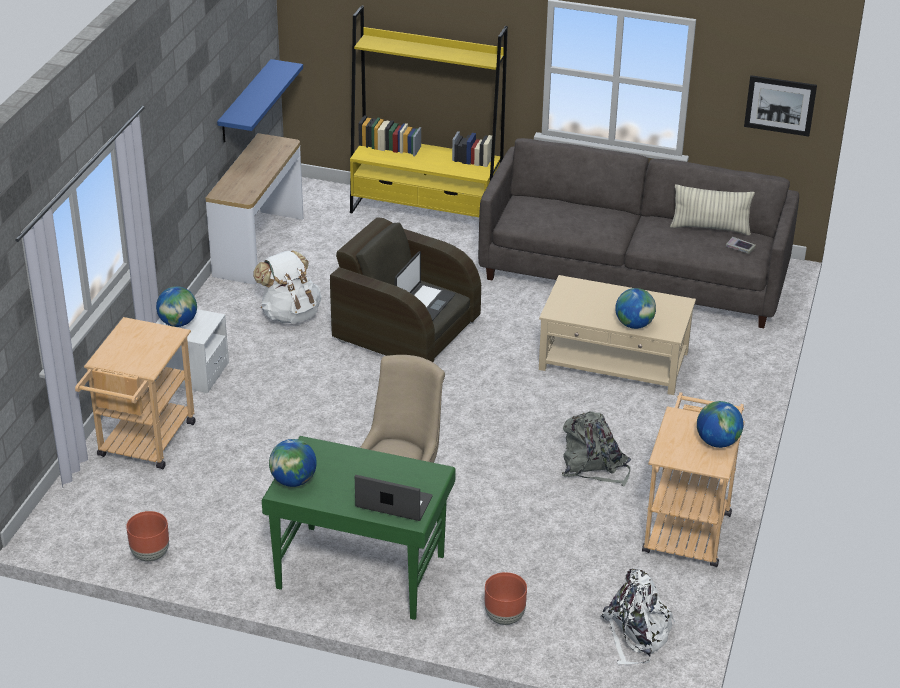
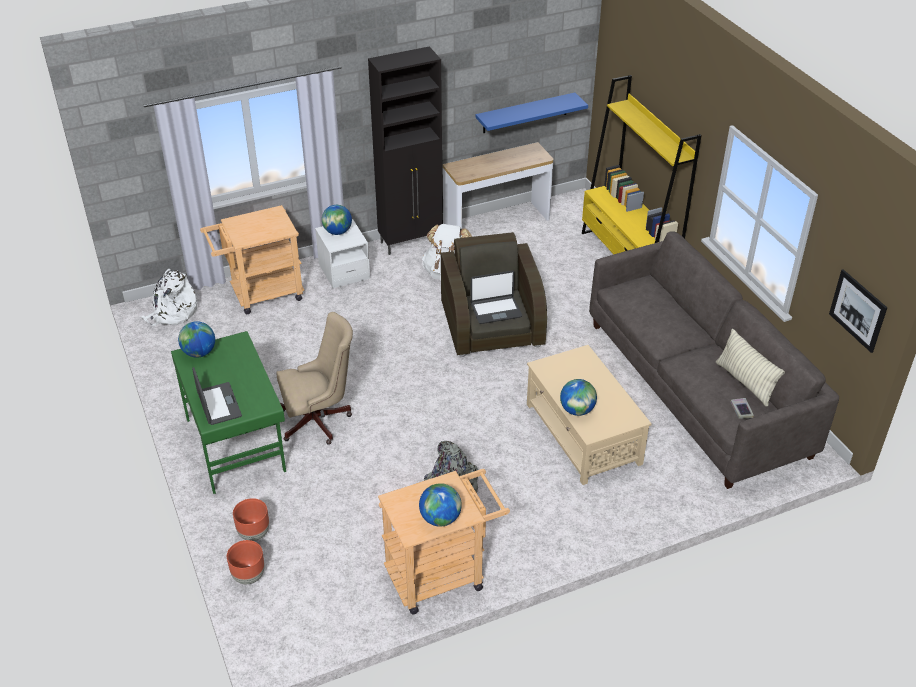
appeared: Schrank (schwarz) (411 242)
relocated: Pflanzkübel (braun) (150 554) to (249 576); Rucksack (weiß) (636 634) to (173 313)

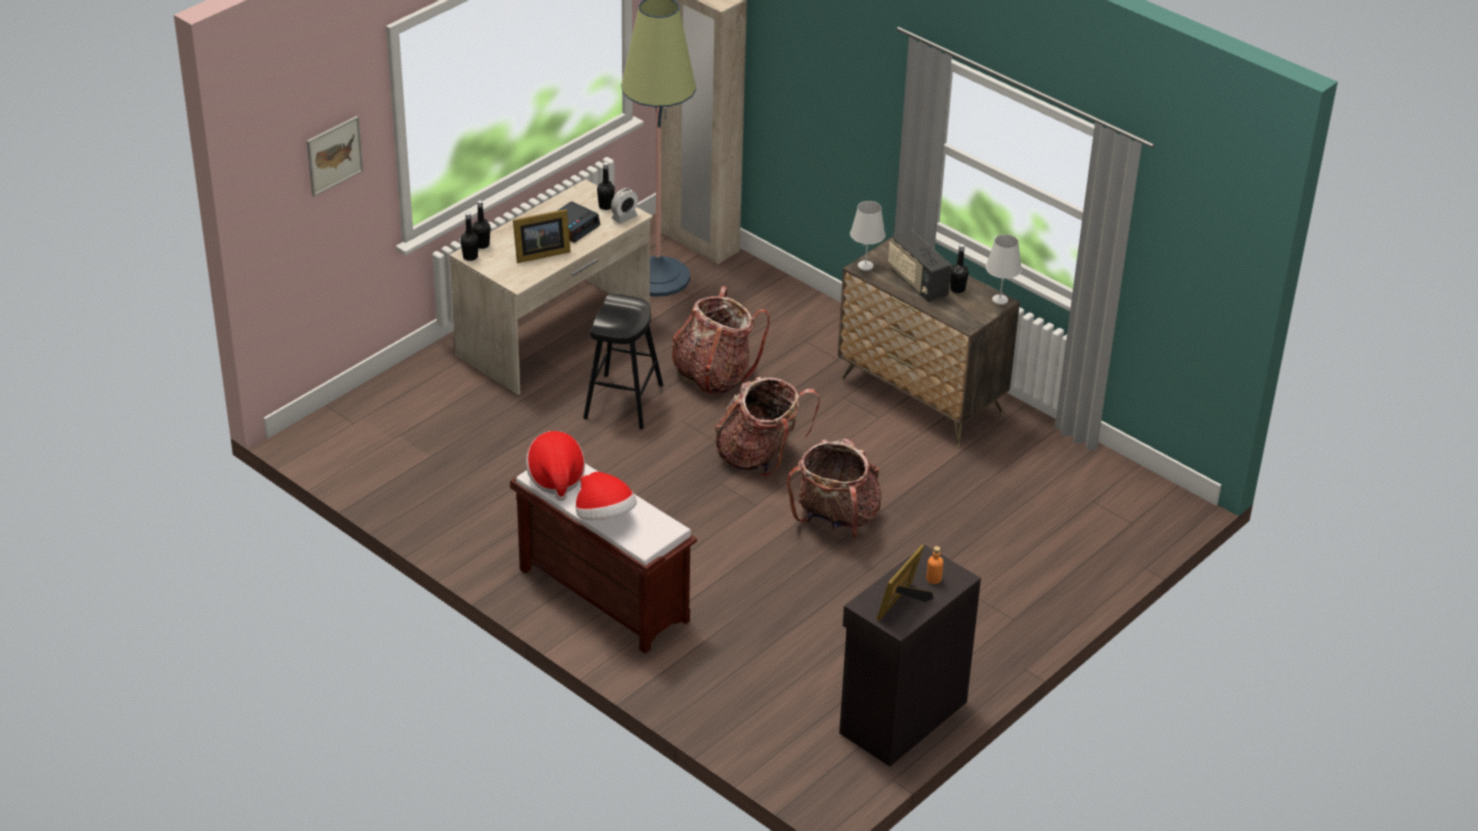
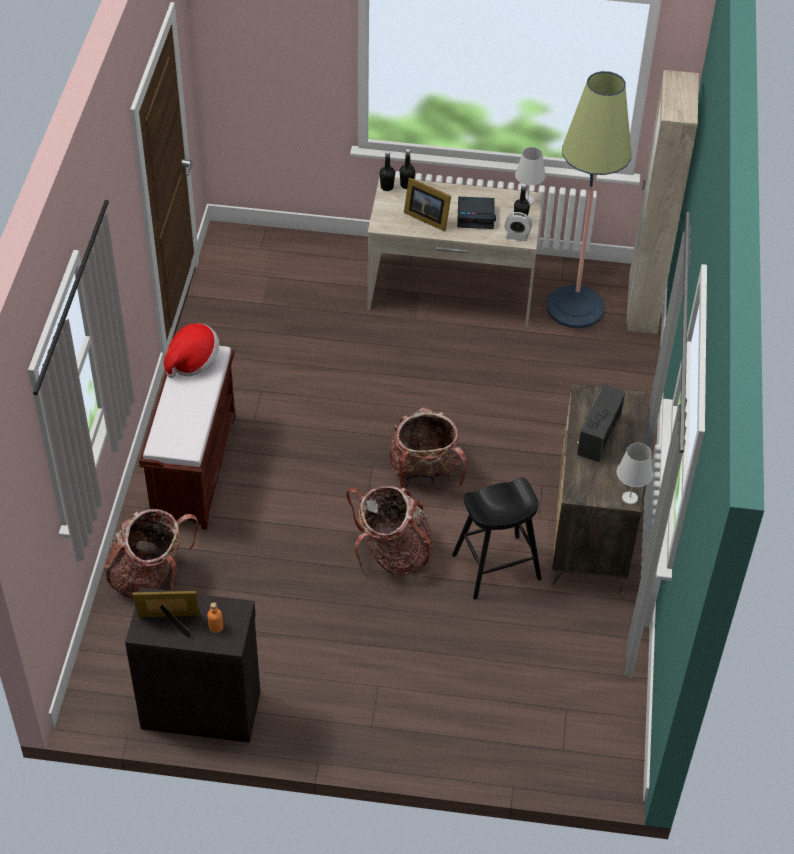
missing: Bild (334 155); Flasche (schwarz) (957 289); Hut (604 517)
relocated: Tischlampe (weiß) (865 265) to (527 200); Rucksack (714 375) to (150 576); Hocker (schwarz) (623 401) to (496 567)

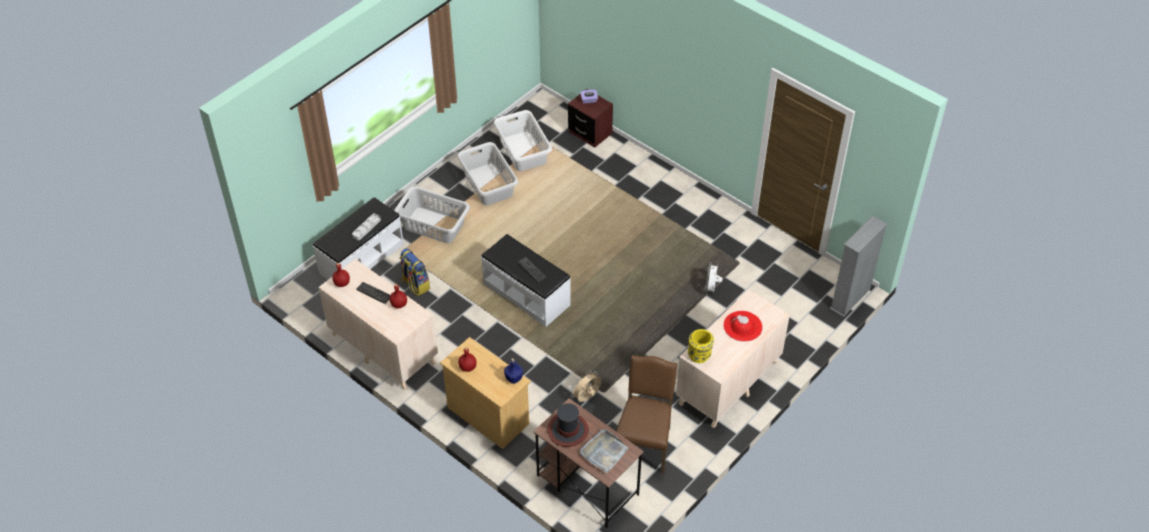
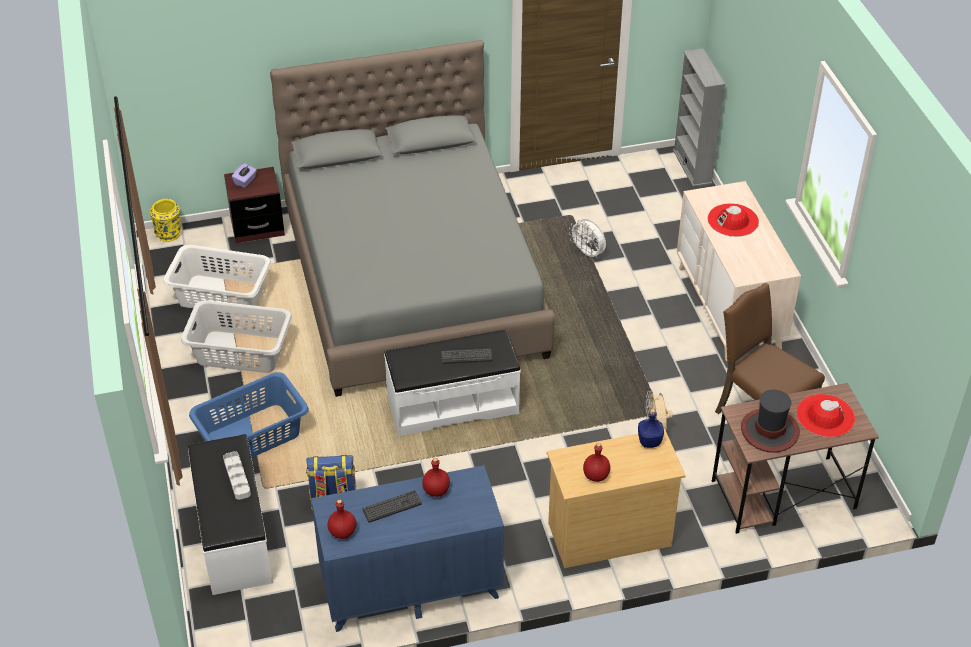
appeared: Bett (grau) (413 281)
relocated: Vase (gelb) (699 355) to (169 234)
exchanged: Tablett (grau) (604 452) to Hut (rot) (825 416)
colour: Wäschekorb (grau) (433 225) to Wäschekorb (blau) (252 435); Kommode (beige) (383 348) to Kommode (blau) (410 587)

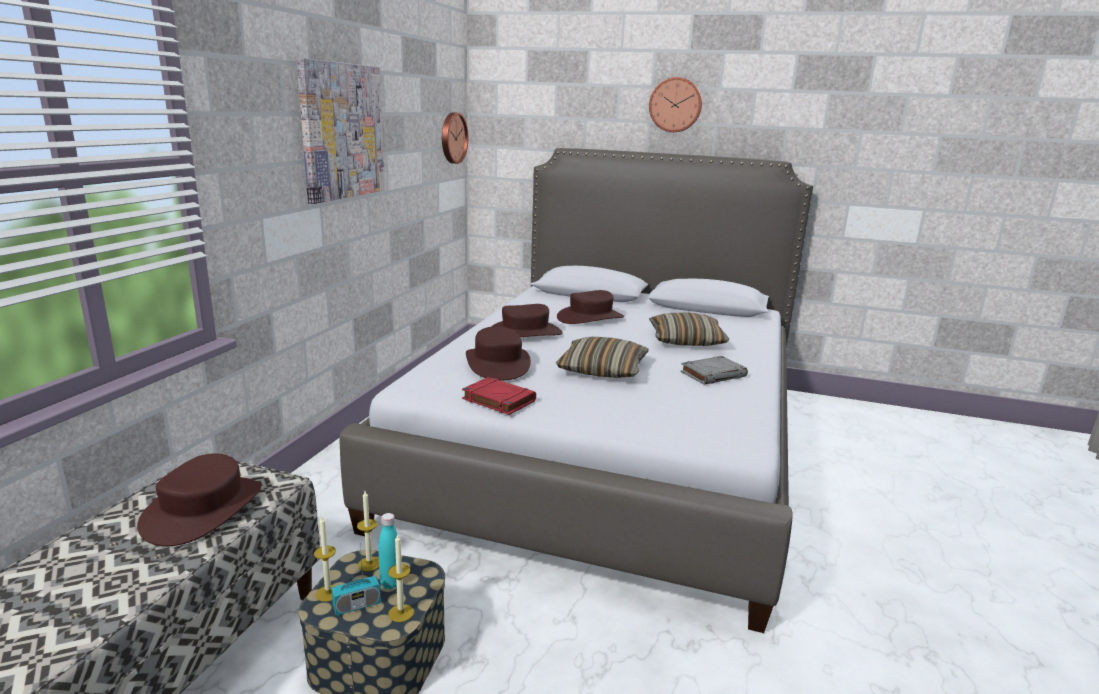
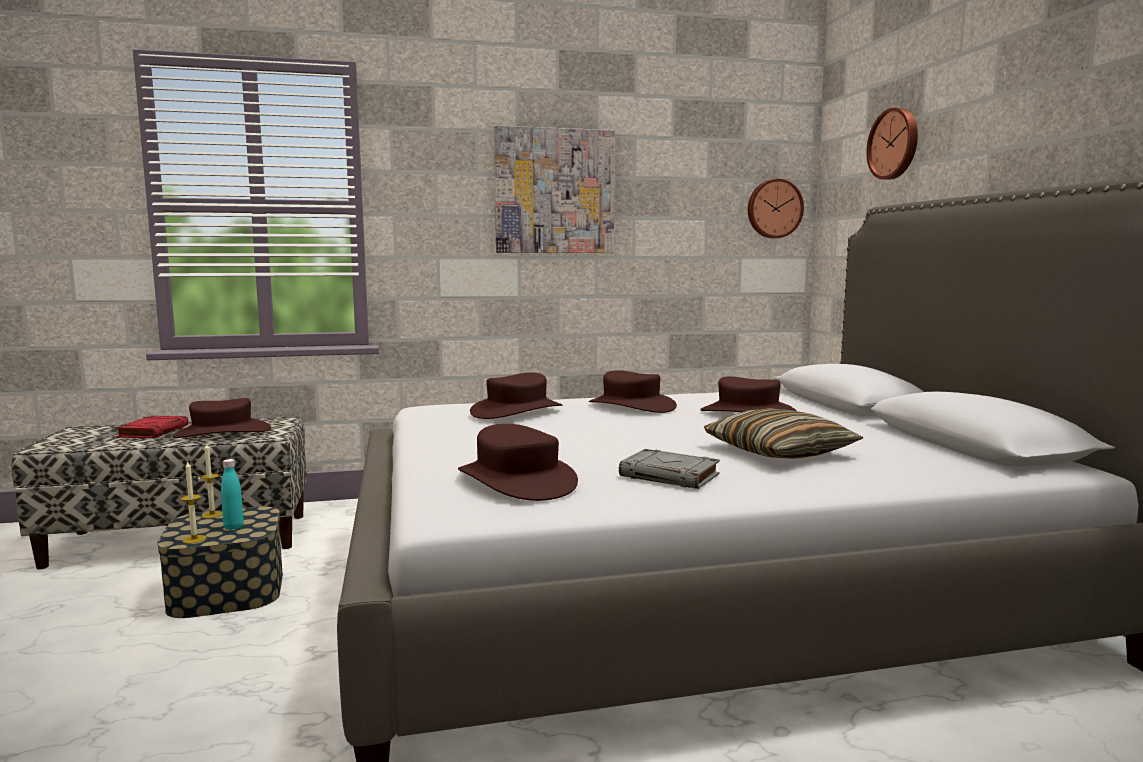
missing: Kissen (602 369); Kerze (369 564); Radio (357 605)
appeared: Hut (braun) (517 480)
relocated: Wanduhr (675 105) to (894 144); Buch (rot) (498 400) to (153 431)

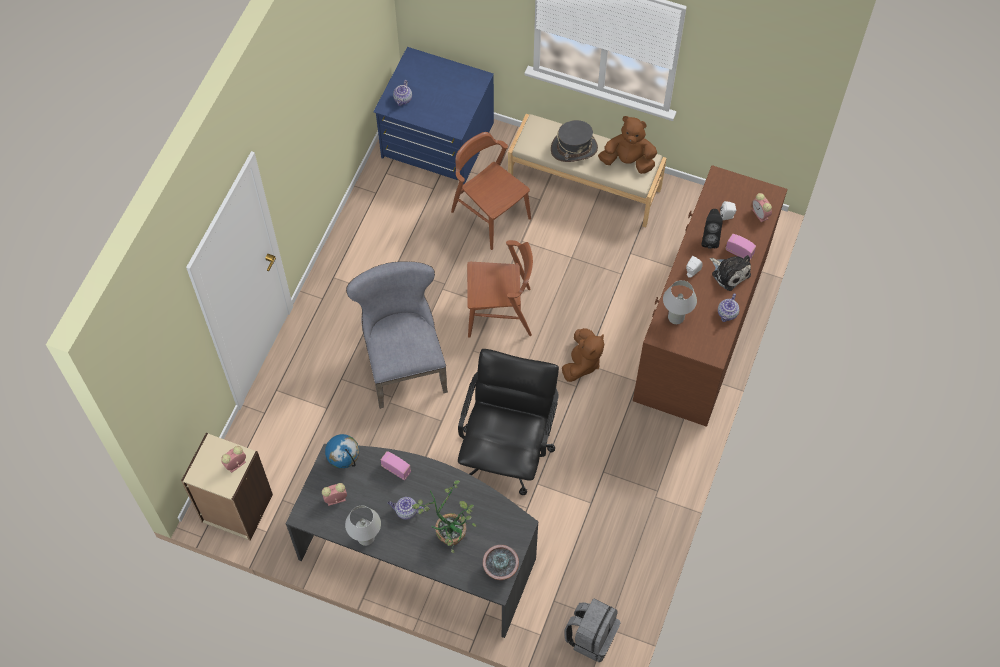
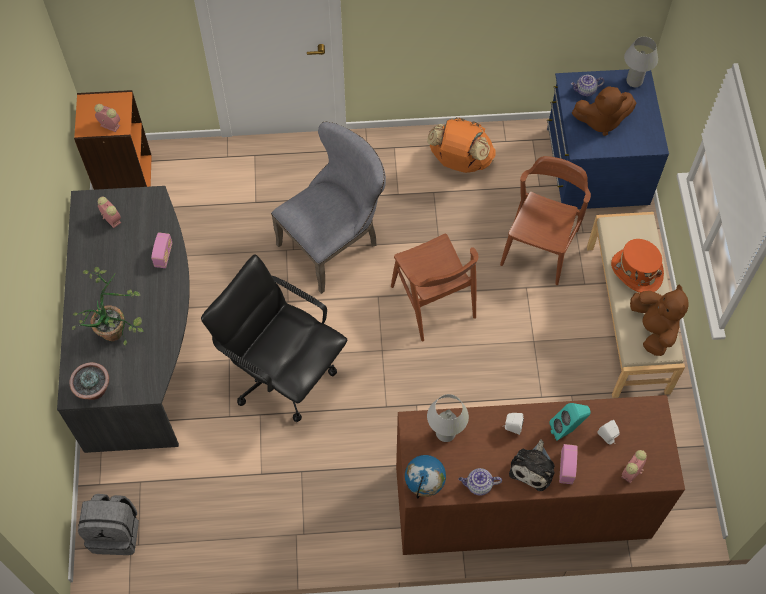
missing: Teekanne (406 511)
appeared: Rucksack (orange) (460 161)
relocated: Plüschtier (braun) (582 363) to (601 120); Globus (344 461) to (424 486); Tischlampe (weiß) (366 537) to (634 81)
colour: Hut (grau) (574 148) to Hut (orange) (636 271); Lautsprecher (schwarz) (709 238) to Lautsprecher (türkis) (567 429); Bücherregal (beige) (236 509) to Bücherregal (orange) (124 178)
spun: Bürostuhl (schwarz) (507 451) = (282 372) 135 degrees counterclockwise

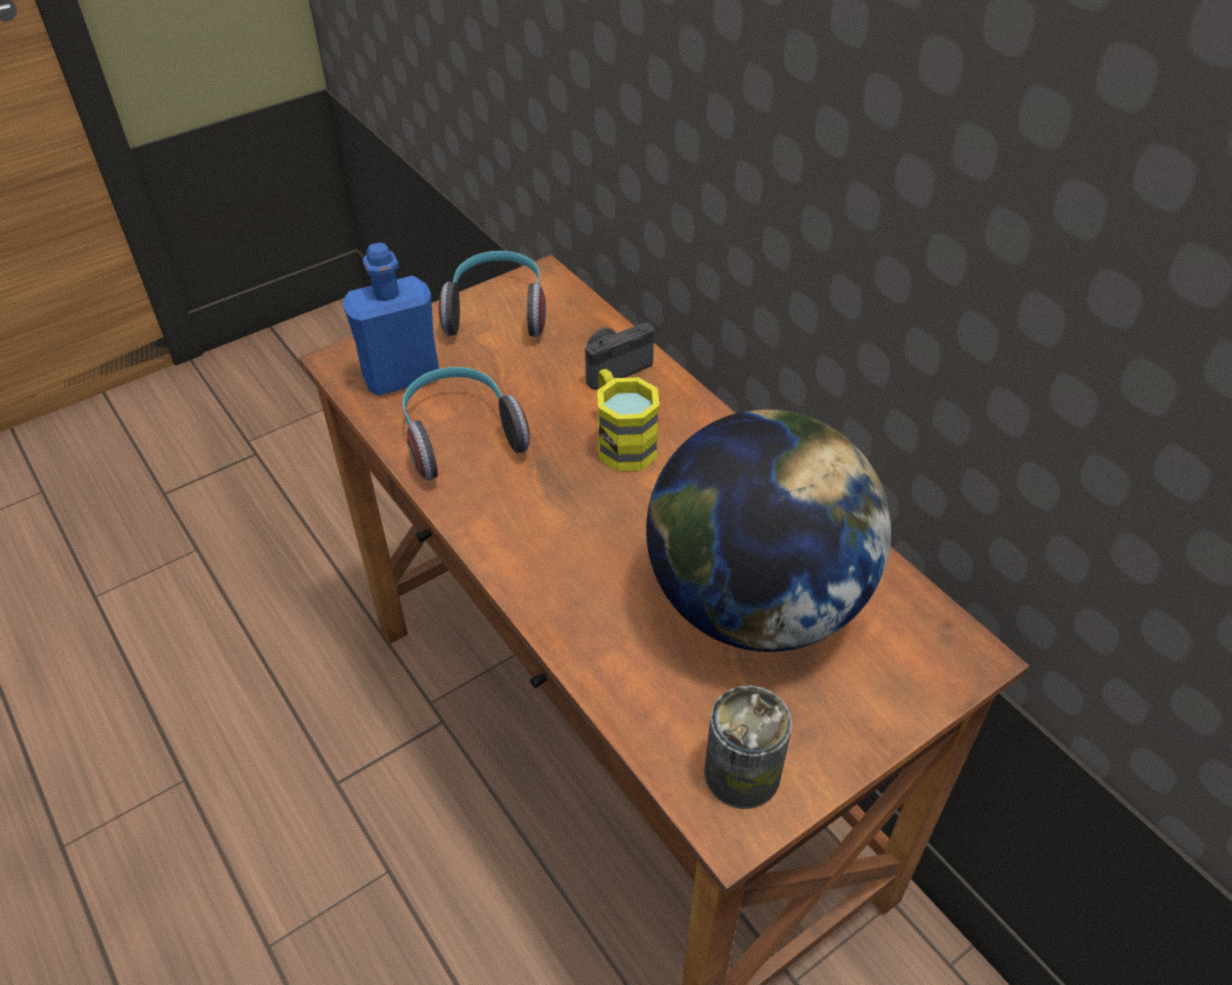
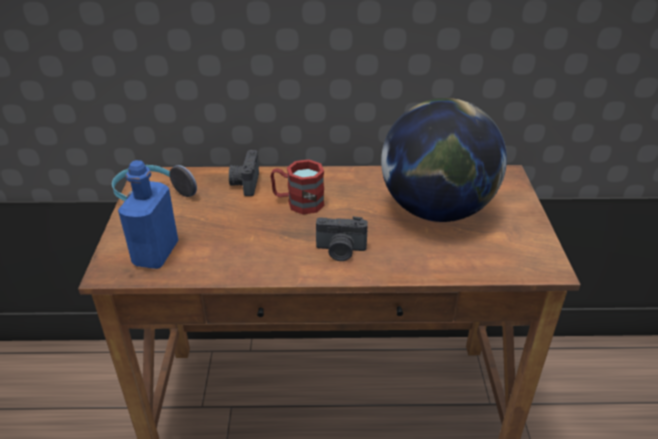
missing: Kopfhörer (460 435); Dose (742 773)
appeared: Kamera (340 251)
colour: Henkelbecher (gelb) (621 441) to Henkelbecher (rot) (298 203)

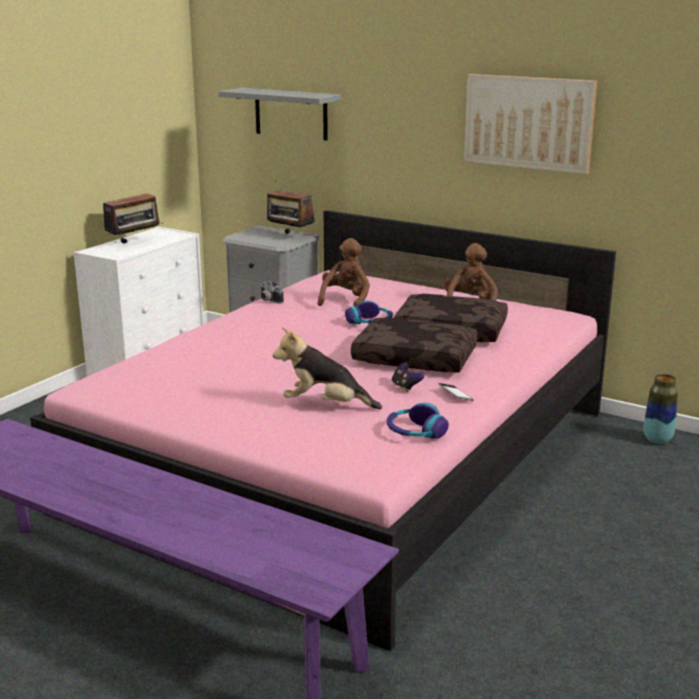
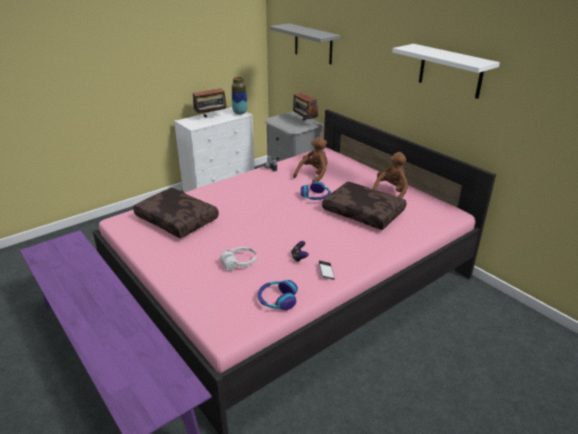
relocated: Kissen (braun) (416 358) to (178 219); Vase (657 440) to (240 113)
exchanged: Bild (529 122) to Wandregal (weiß) (450 71); Plüschtier (325 405) to Kopfhörer (weiß) (239 263)

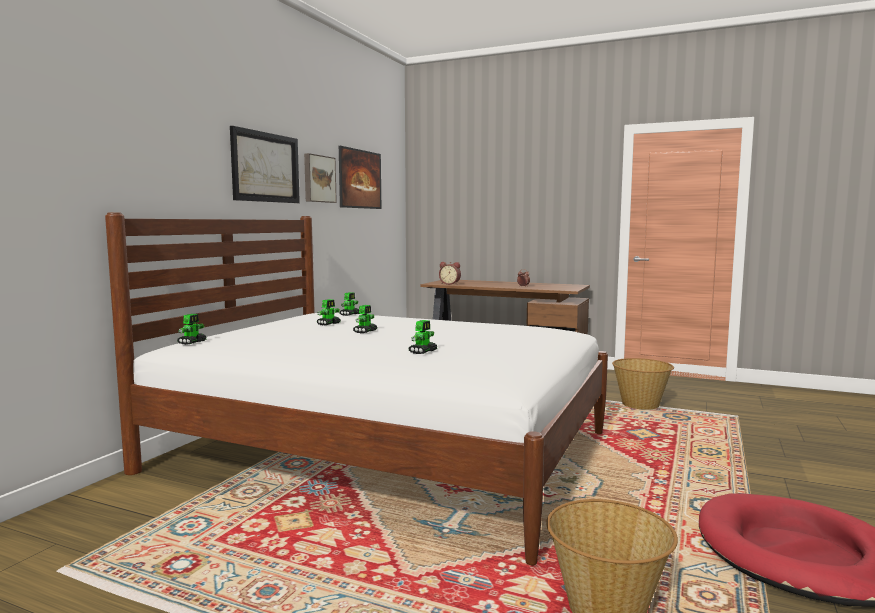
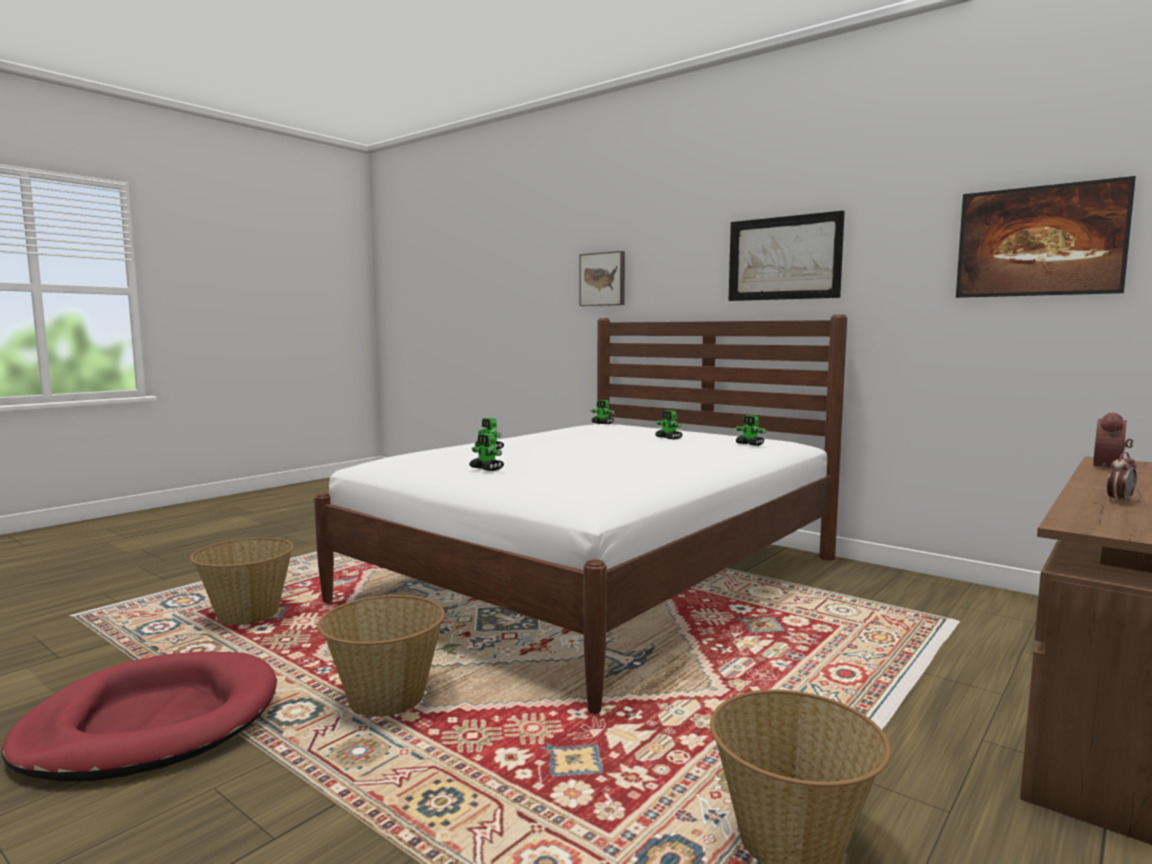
appeared: Korb (385 699)
relocated: Bild (318 179) to (603 279); Spielzeugroboter (365 331) to (487 469)

